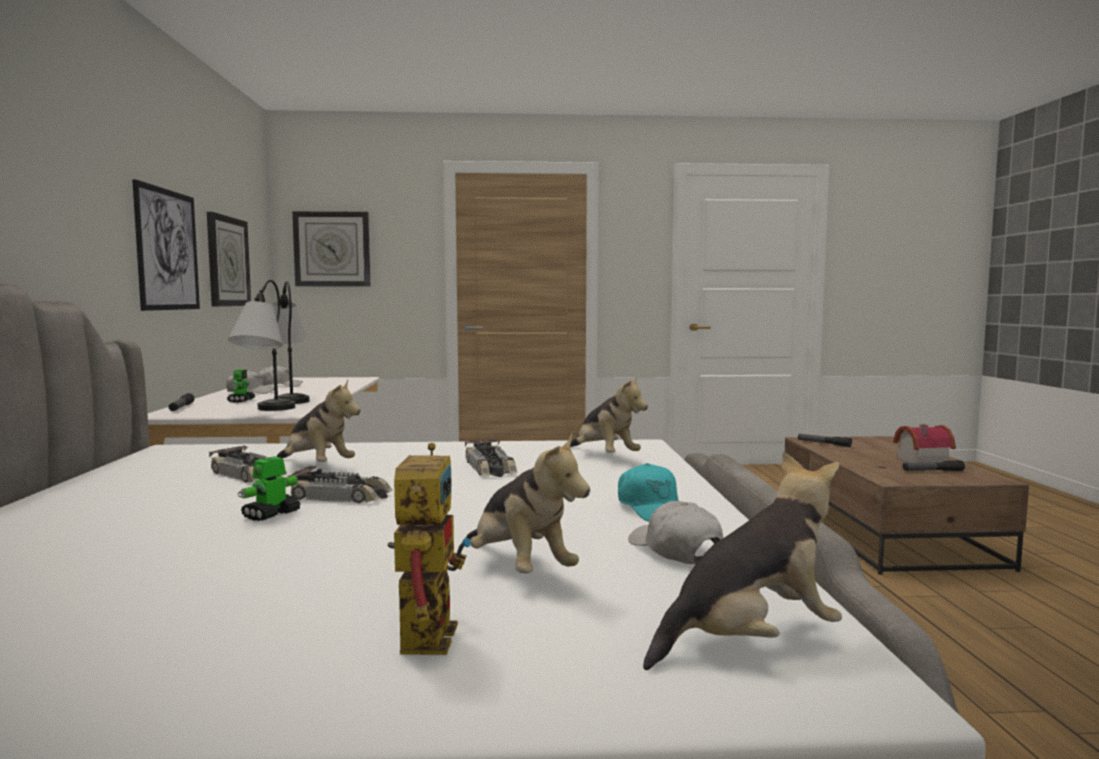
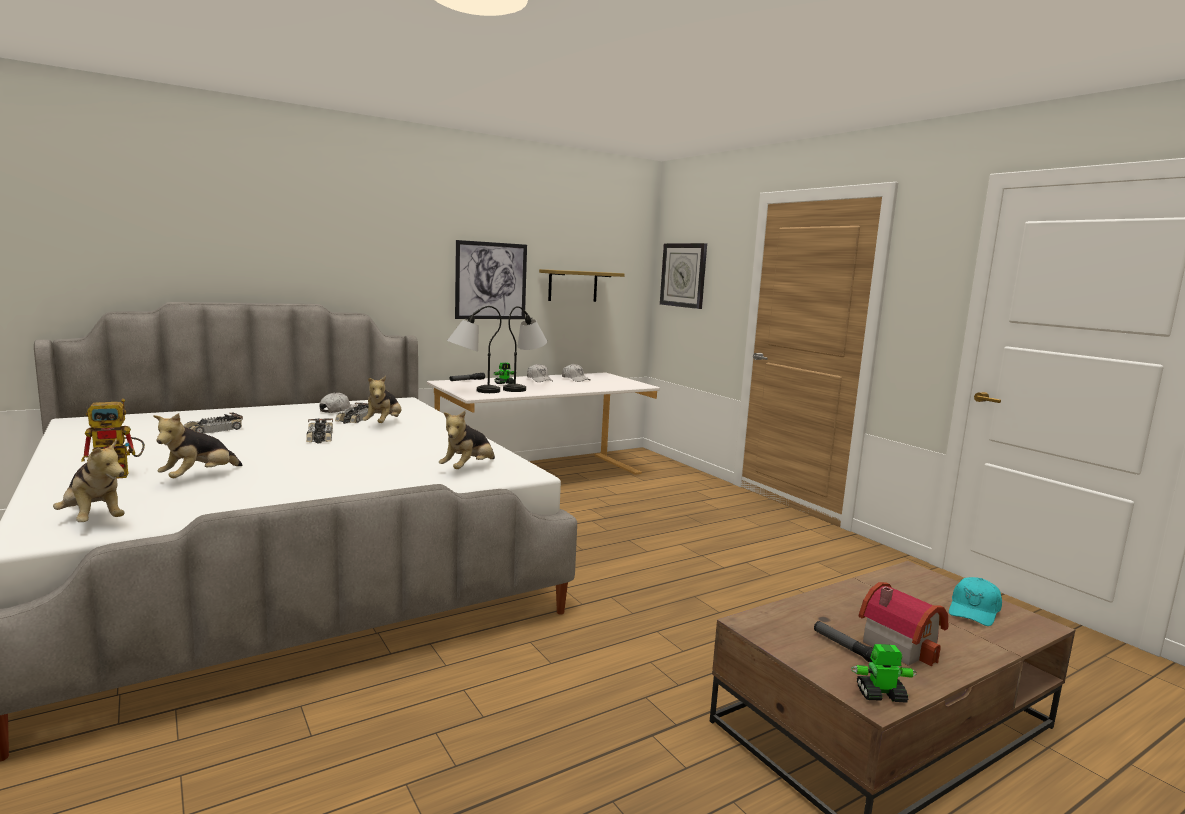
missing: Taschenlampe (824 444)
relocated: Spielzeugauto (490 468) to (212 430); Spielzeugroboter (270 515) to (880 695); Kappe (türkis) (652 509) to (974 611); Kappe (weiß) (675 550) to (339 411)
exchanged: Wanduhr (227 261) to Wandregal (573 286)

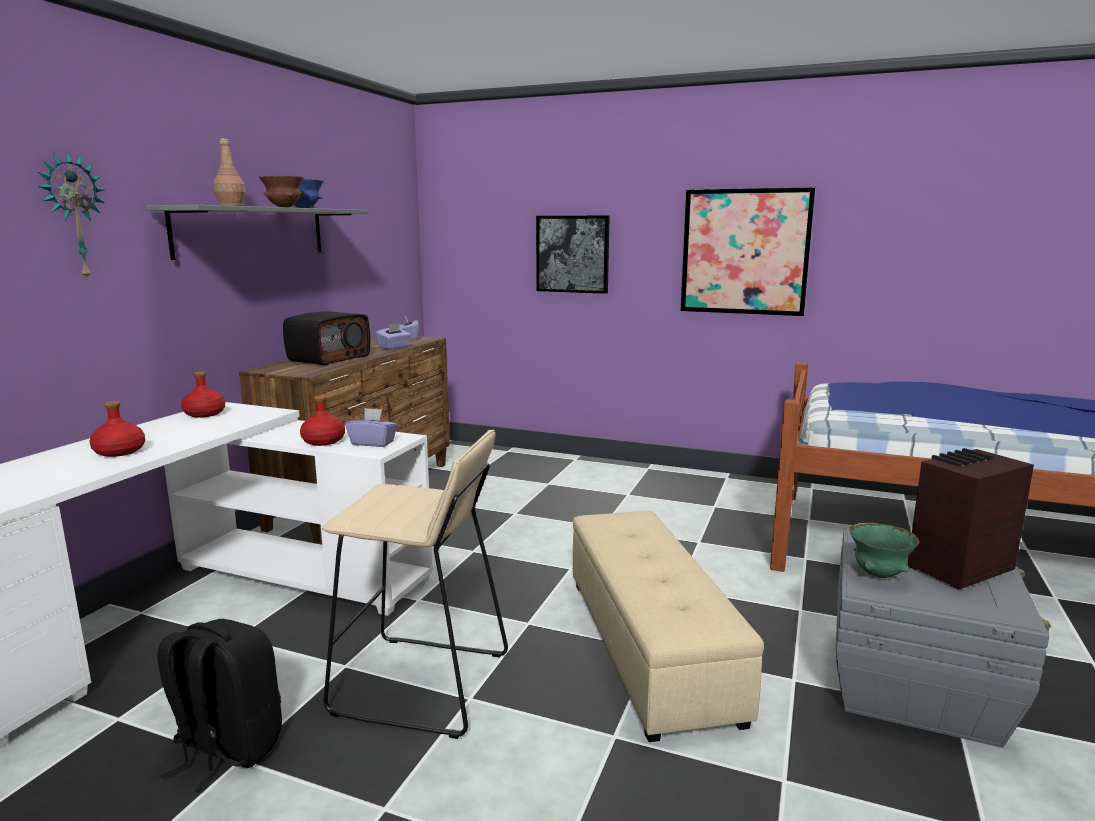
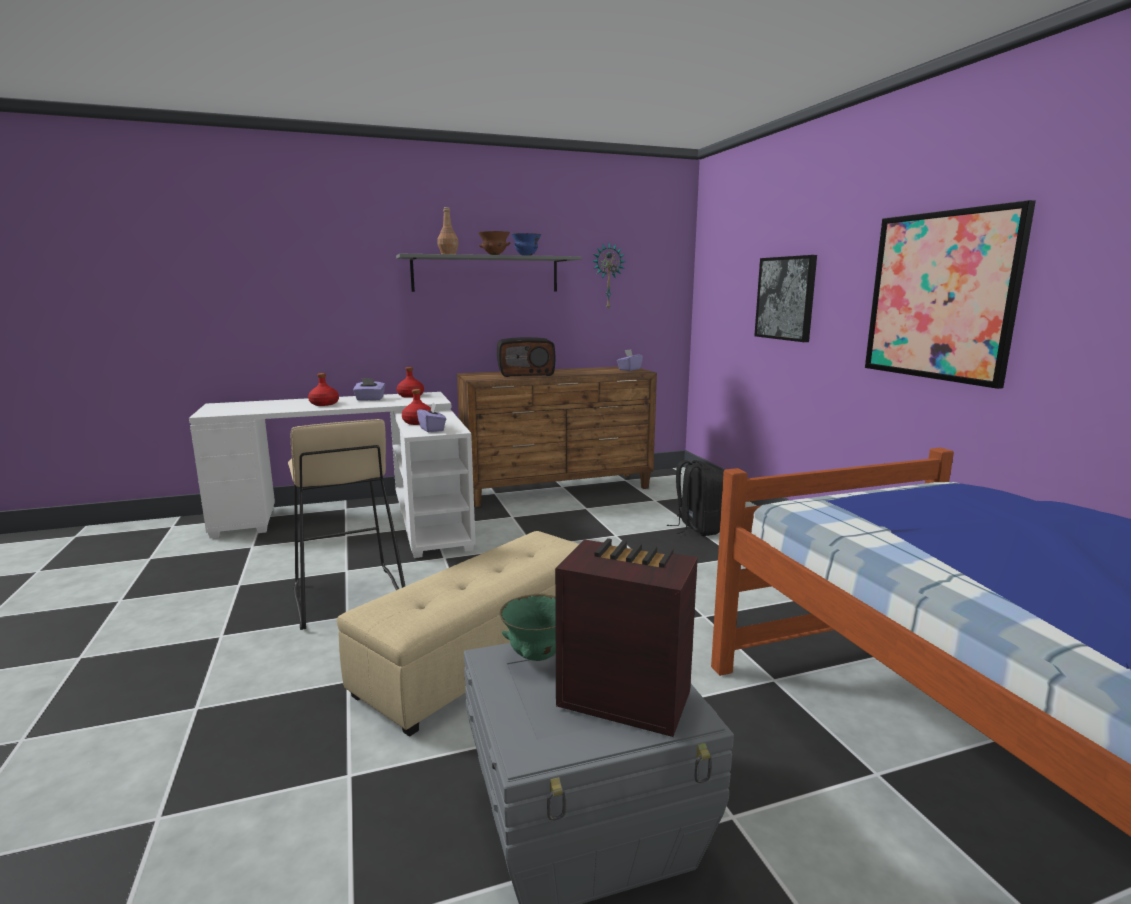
relocated: Wanduhr (73 217) to (607 276); Taschentuchbox (lila) (394 347) to (370 399); Rucksack (schwarz) (226 749) to (697 528)

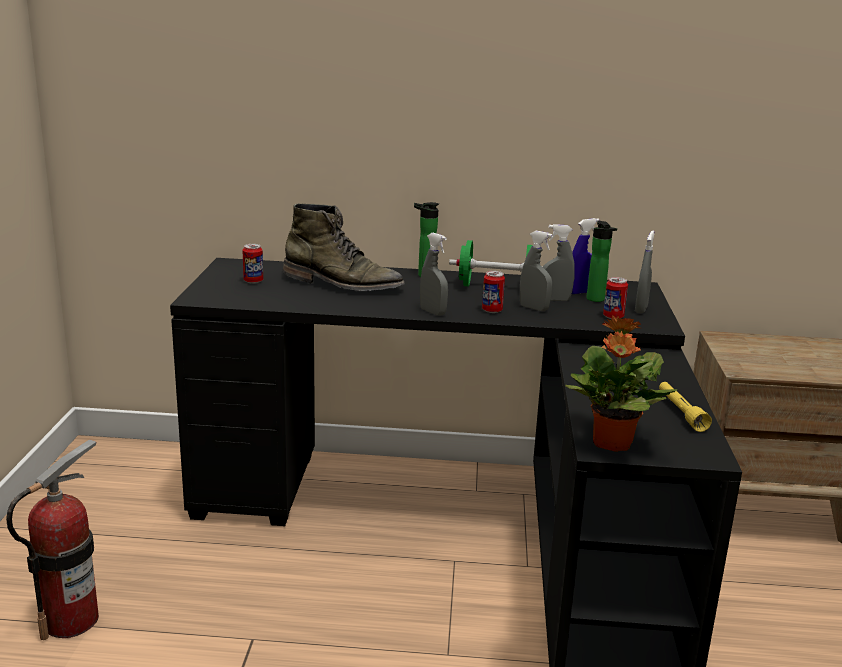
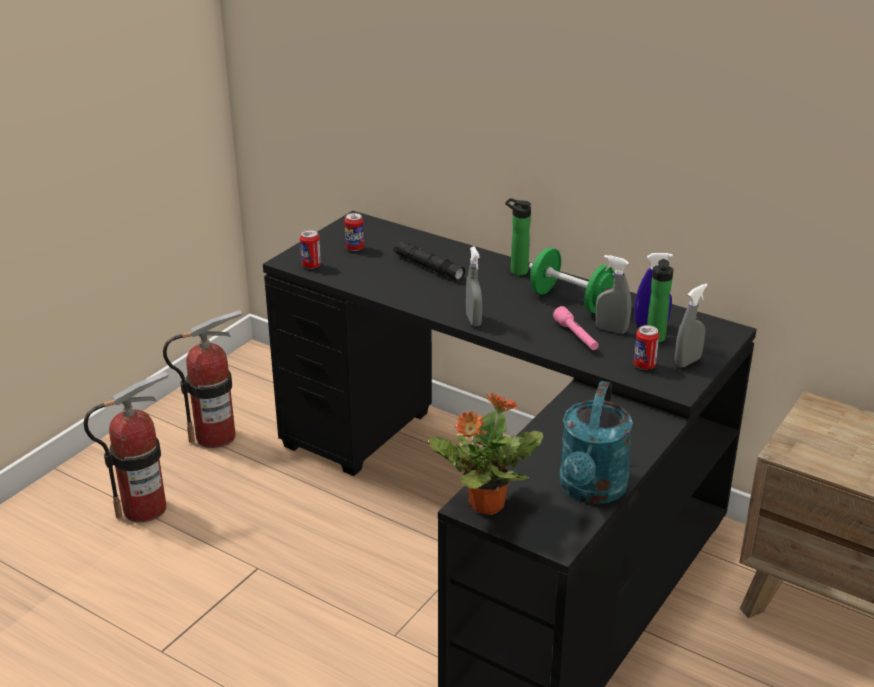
appeared: Feuerlöscher (215 436)
relocated: Dose (492 310) to (311 265)
exchanged: Stiefel (grün) (342 284) to Taschenlampe (schwarz) (428 267); Sprühflasche (grau) (534 308) to Taschenlampe (rosa) (576 336); Taschenlampe (gelb) (680 412) to Gießkanne (türkis) (591 490)

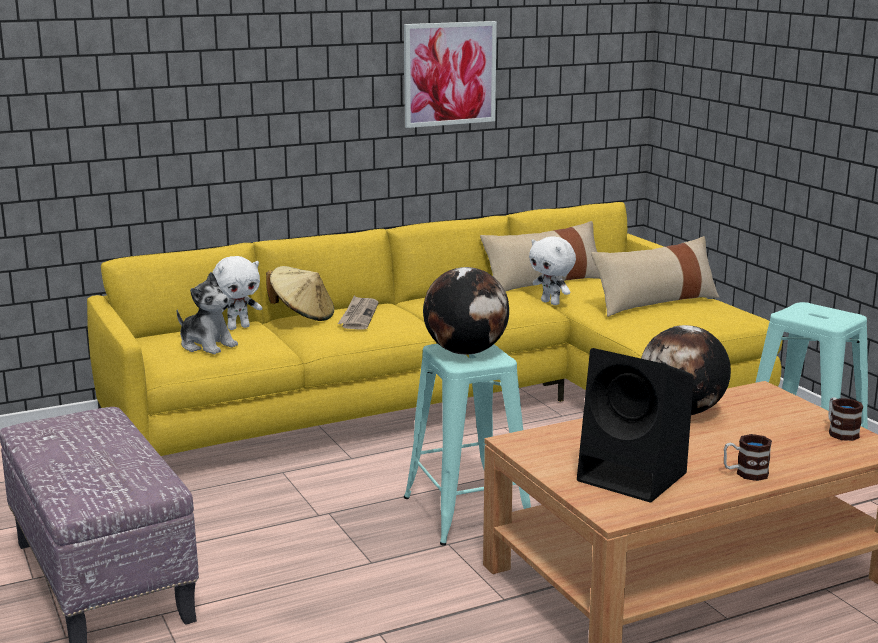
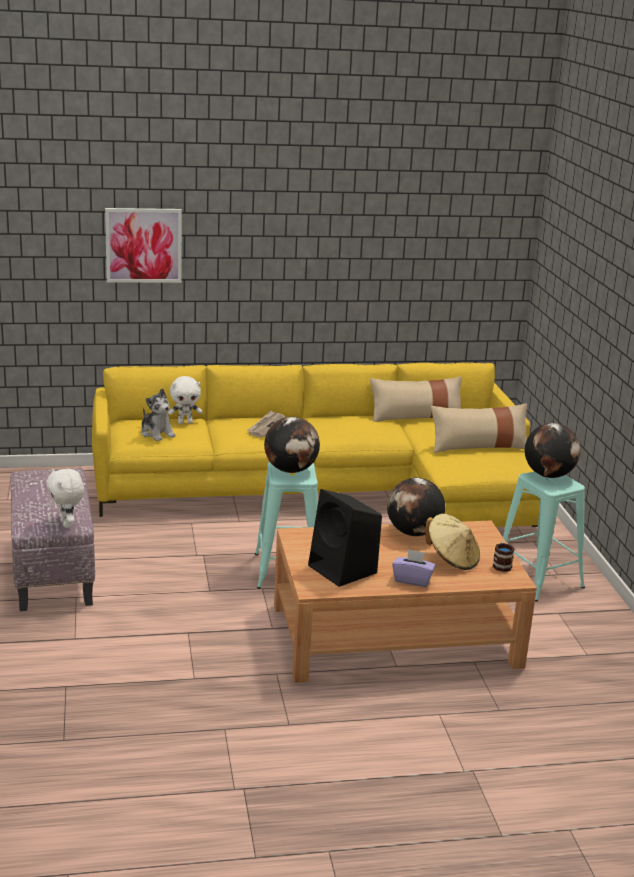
appeared: Globus (548 475)
relocated: Bild (449 73) to (143 245); Plüschtier (weiß) (551 302) to (67 524); Hut (beige) (302 316) to (452 559)
exchanged: Henkelbecher (745 473) to Taschentuchbox (lila) (412 580)

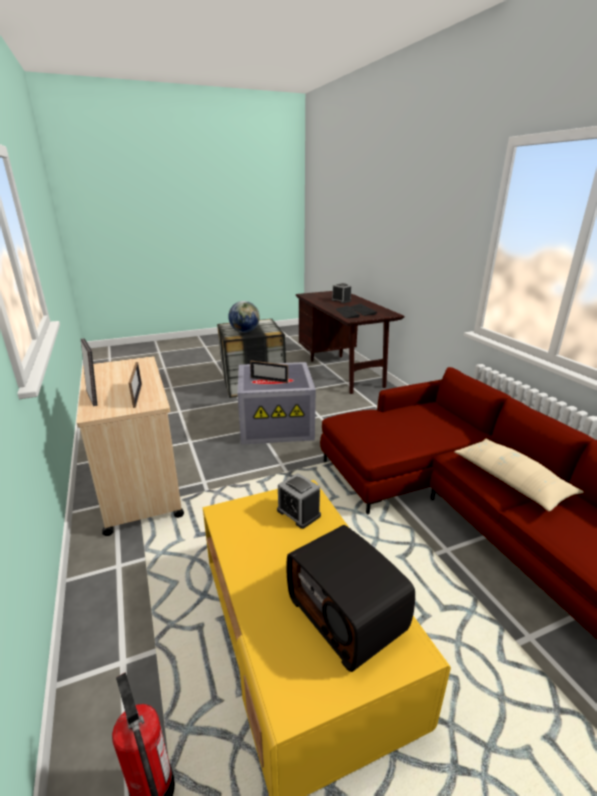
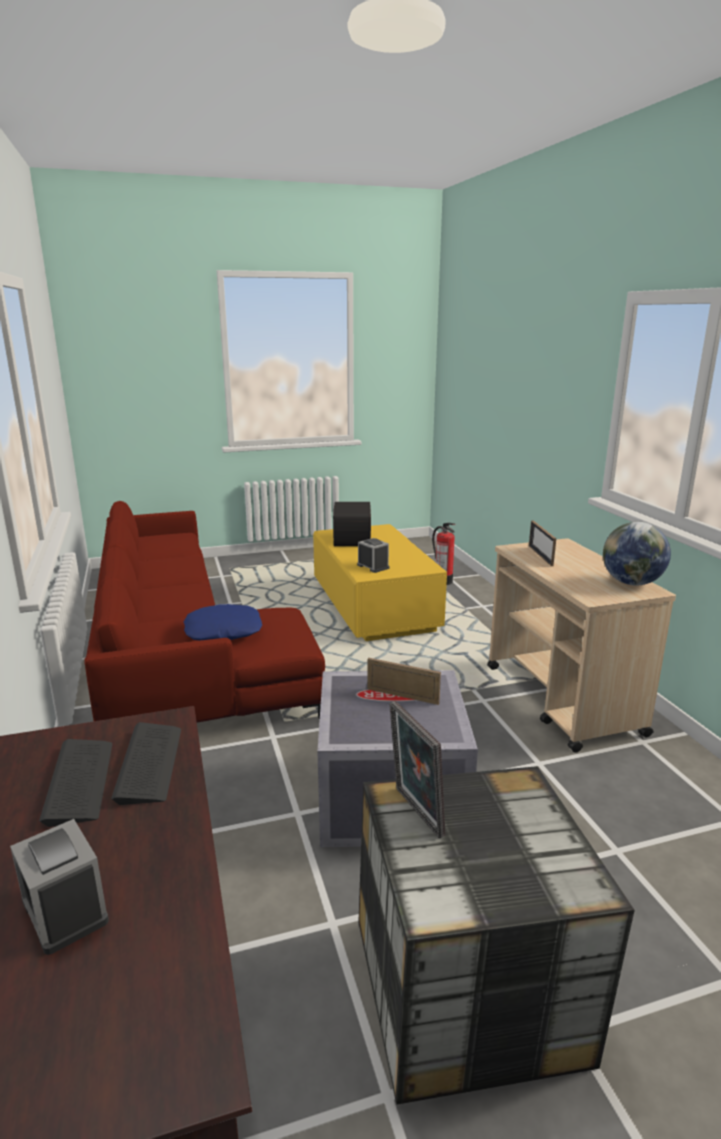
missing: Kissen (beige) (510 481)
appeared: Kissen (blau) (223 630)
relocated: Globus (245 332) to (631 583); Bilderrahmen (94 397) to (415 813)
spun: Radio (348 614) = (353 539) 150 degrees counterclockwise

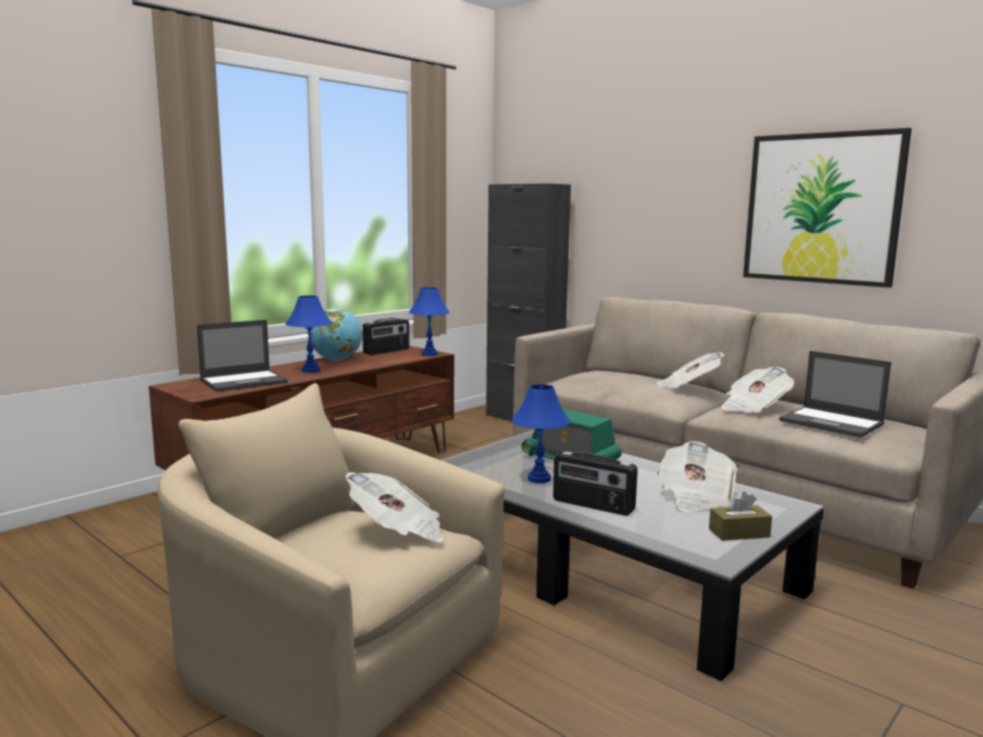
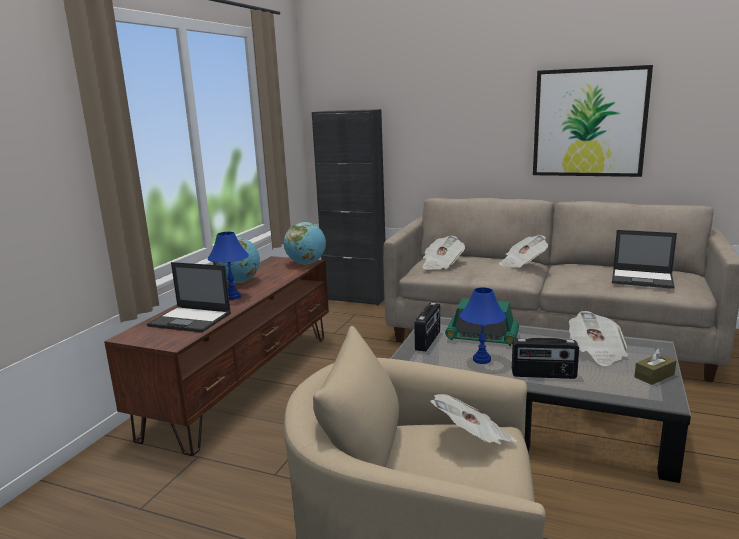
relocated: Radio (387 351) to (428 341); Zeitung (753 408) to (441 264)
exchanged: Tischlampe (blau) (429 354) to Globus (306 263)
spun: Laptop (244 381) = (191 319) 75 degrees clockwise

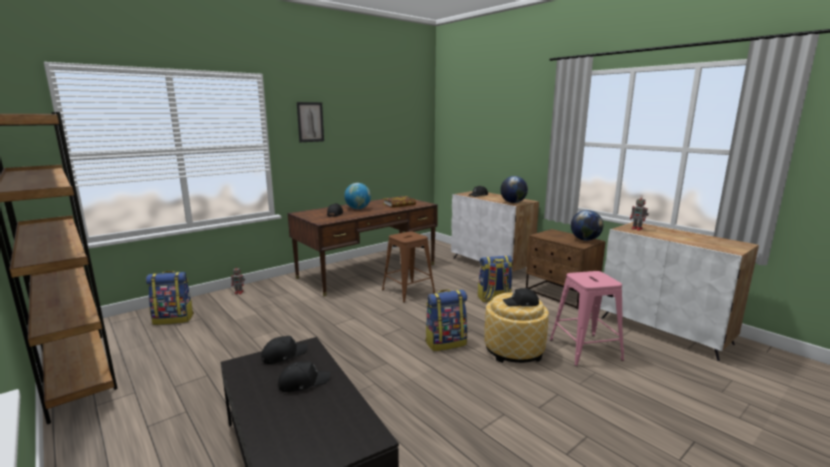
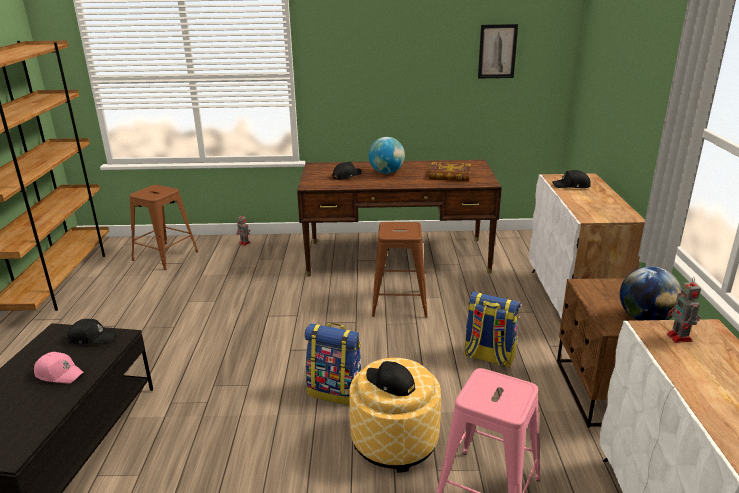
missing: Globus (513 202)
relocated: Bild (310 122) to (497 51)
exchanged: Rucksack (174 319) to Hocker (braun) (165 256)
colour: Kappe (schwarz) (303 382) to Kappe (rosa) (59 373)

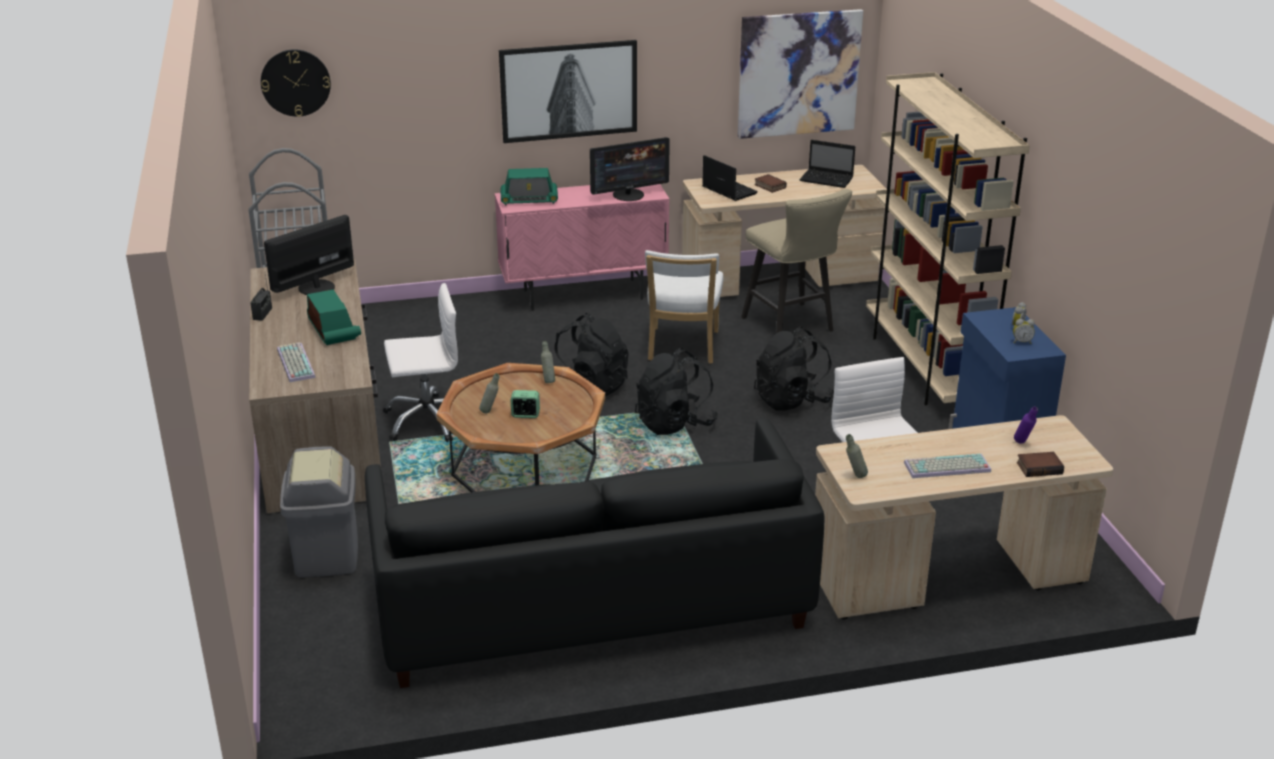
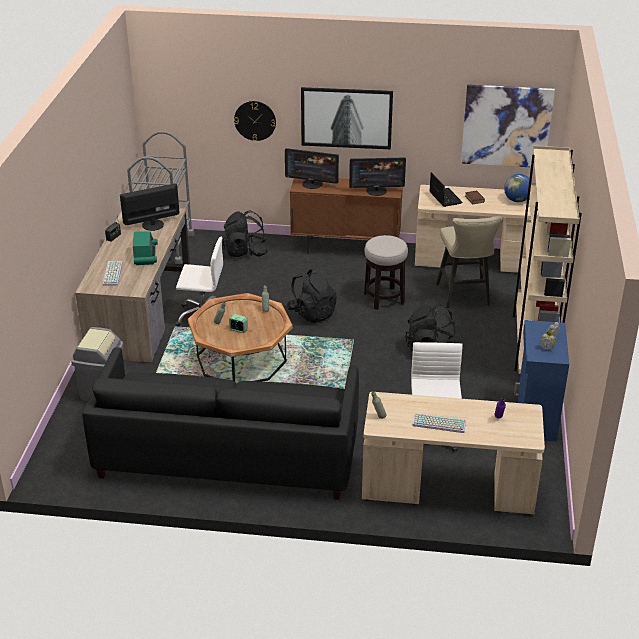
missing: Buch (1039 467)
relocated: Wanduhr (295 82) to (255 120); Rucksack (schwarz) (675 423) to (245 252)
exchanged: Laptop (827 179) to Globus (517 200); Radio (529 200) to Monitor (312 184); Stuhl (weiß) (682 348) to Hocker (384 298)
colour: Schrank (rosa) (583 295) to Schrank (braun) (346 248)

